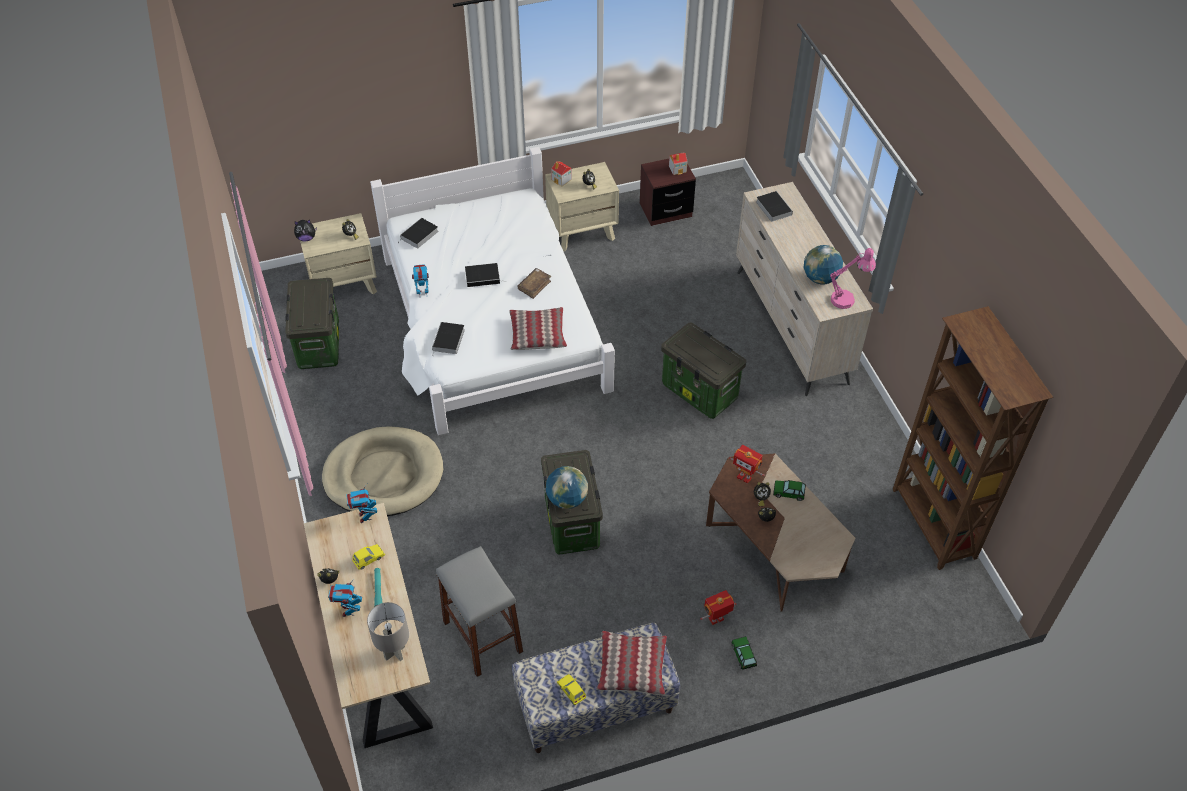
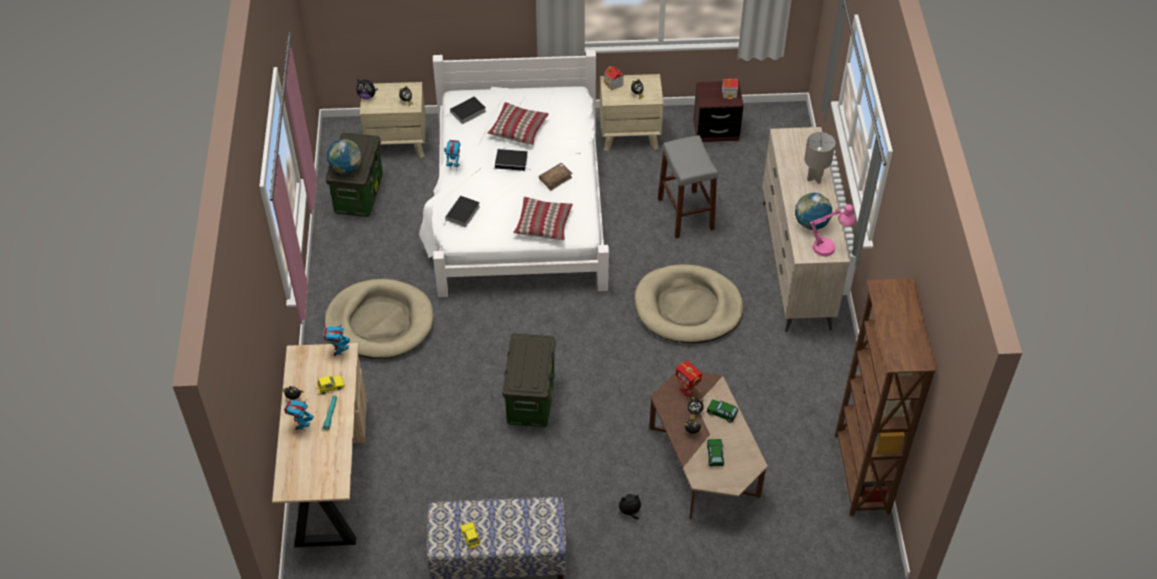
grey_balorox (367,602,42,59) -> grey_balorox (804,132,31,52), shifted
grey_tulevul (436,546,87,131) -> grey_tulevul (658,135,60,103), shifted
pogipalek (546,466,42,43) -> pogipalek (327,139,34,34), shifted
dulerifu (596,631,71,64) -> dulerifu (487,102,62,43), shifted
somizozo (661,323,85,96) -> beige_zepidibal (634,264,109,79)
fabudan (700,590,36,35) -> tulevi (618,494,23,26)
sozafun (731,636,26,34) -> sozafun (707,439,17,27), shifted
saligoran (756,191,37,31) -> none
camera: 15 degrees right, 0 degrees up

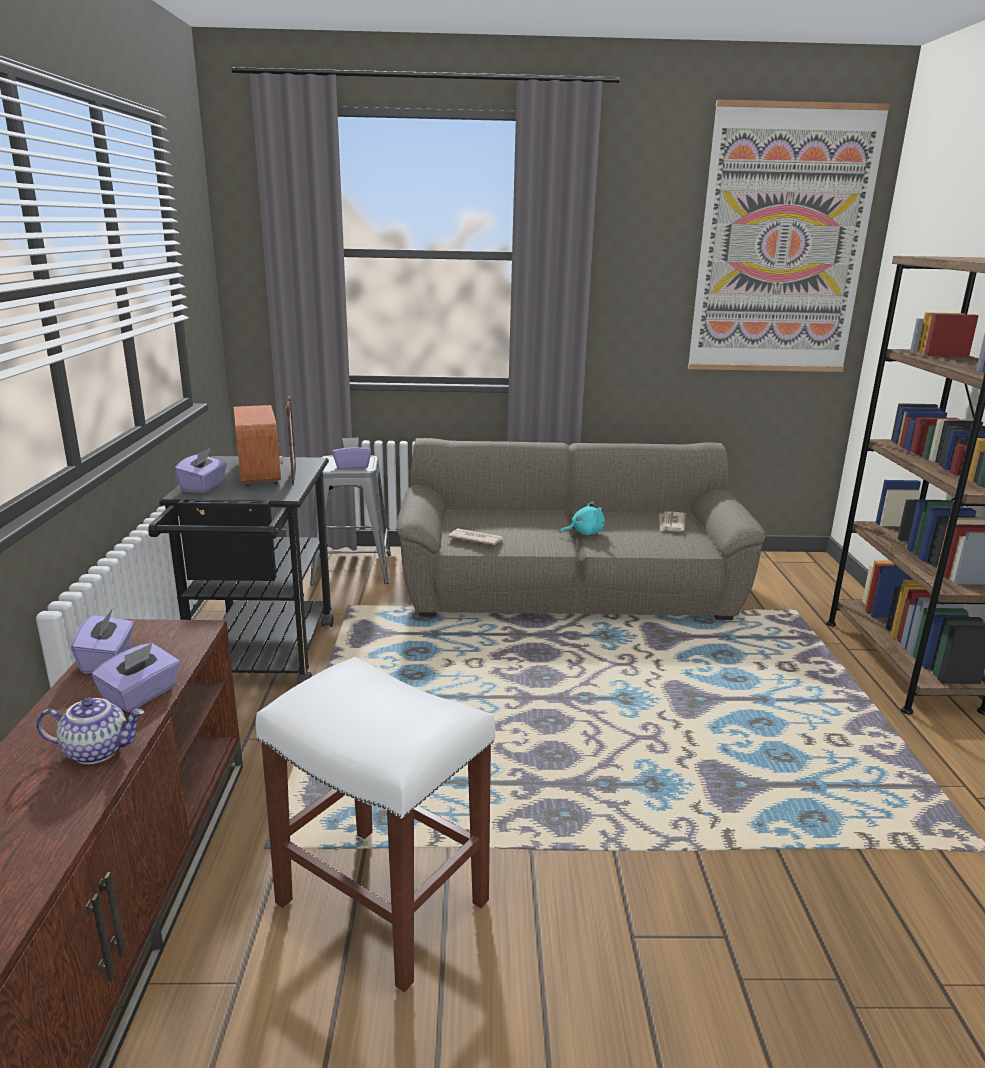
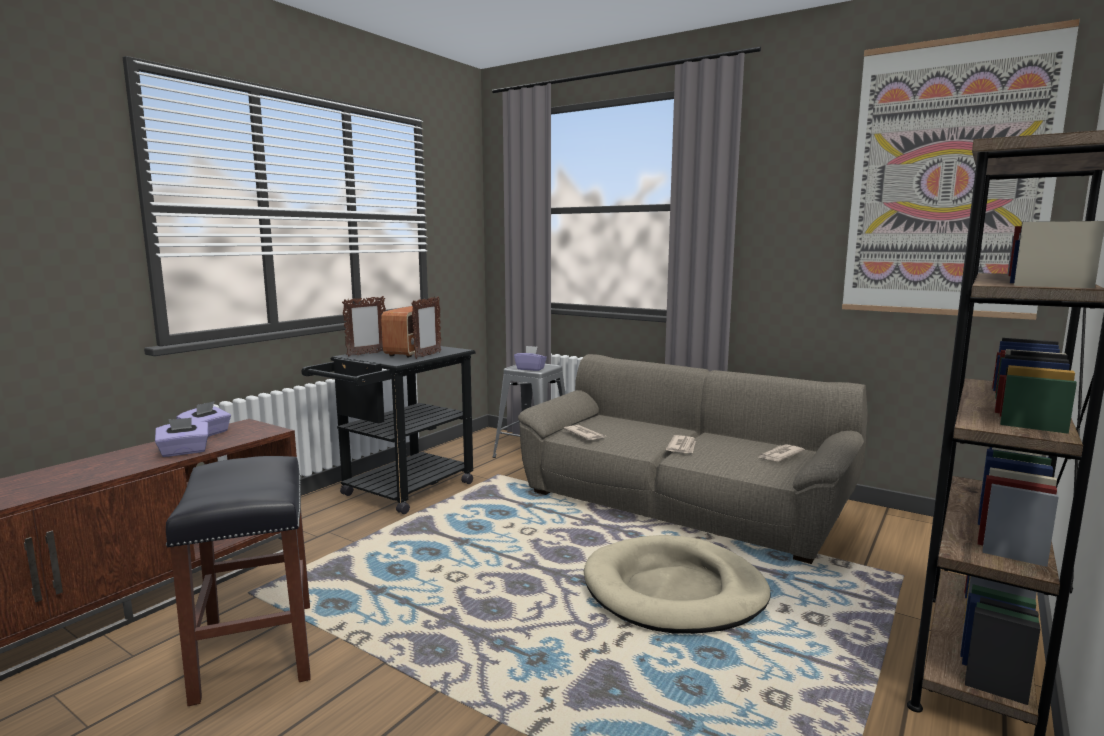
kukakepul (36,698,108,66) -> none
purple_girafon (174,448,53,45) -> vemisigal (342,296,44,60)
white_tulevul (256,657,239,335) -> black_tulevul (166,456,144,250)
turquoise_tulevi (559,501,46,34) -> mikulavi (666,435,30,18)
none -> beige_zepidibal (584,535,187,99)
camera: 35 degrees right, 10 degrees down

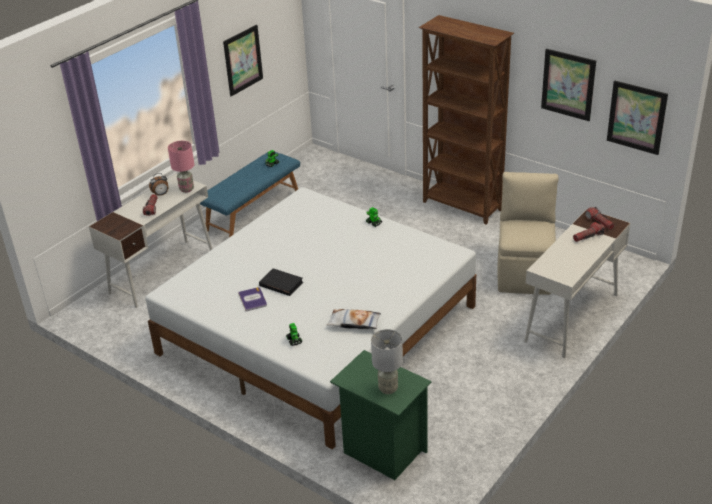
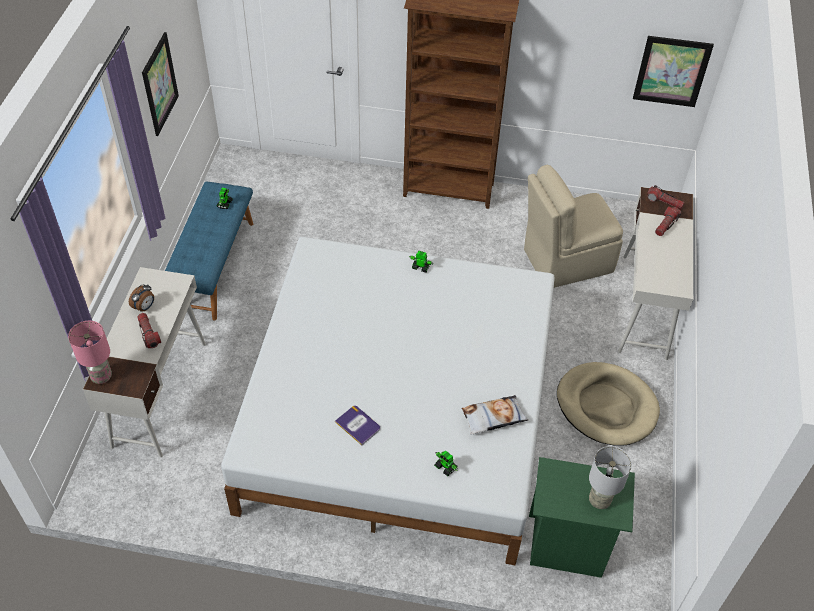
pink_balorox (168,141,26,52) -> pink_balorox (68,321,44,63), shifted
black_saligoran (259,268,44,28) -> none
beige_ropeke (498,172,61,123) -> beige_ropeke (524,165,99,123), 90 degrees counterclockwise
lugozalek (541,49,55,72) -> none
none -> beige_zepidibal (557,362,103,84)
camera: 30 degrees left, 15 degrees up

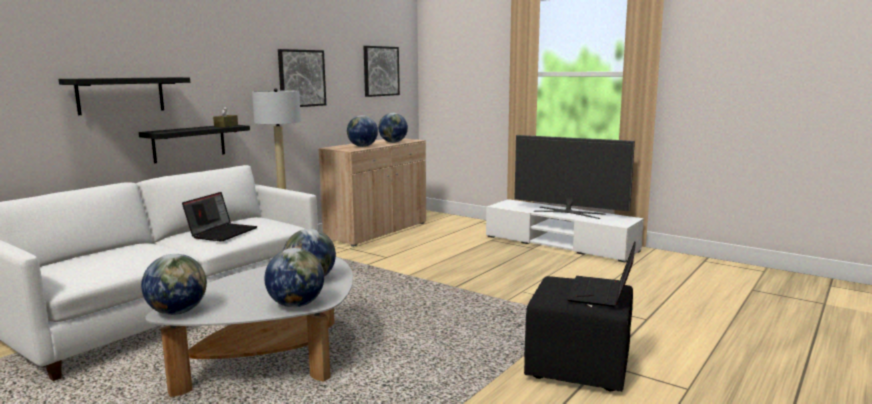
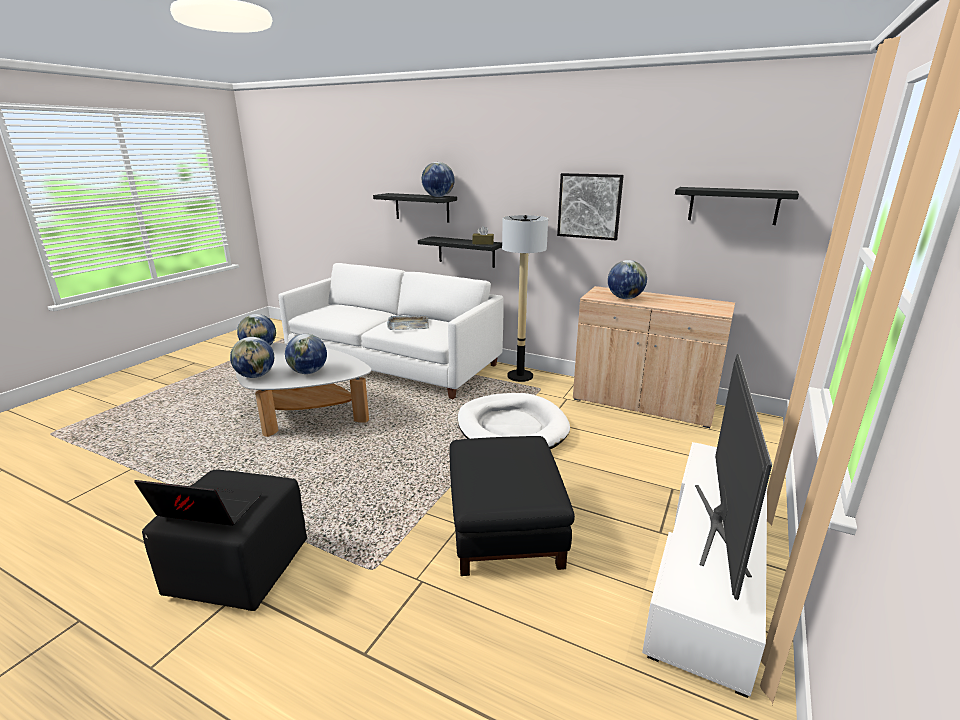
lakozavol (182,192,76,50) -> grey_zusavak (387,315,42,15)
lugozalek (364,46,36,51) -> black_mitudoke (675,187,124,38)
pogipalek (378,113,30,30) -> pogipalek (422,162,33,35), shifted
none -> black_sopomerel (449,436,126,140)
none -> white_zepidibal (458,393,112,56)
camera: 80 degrees right, 10 degrees up

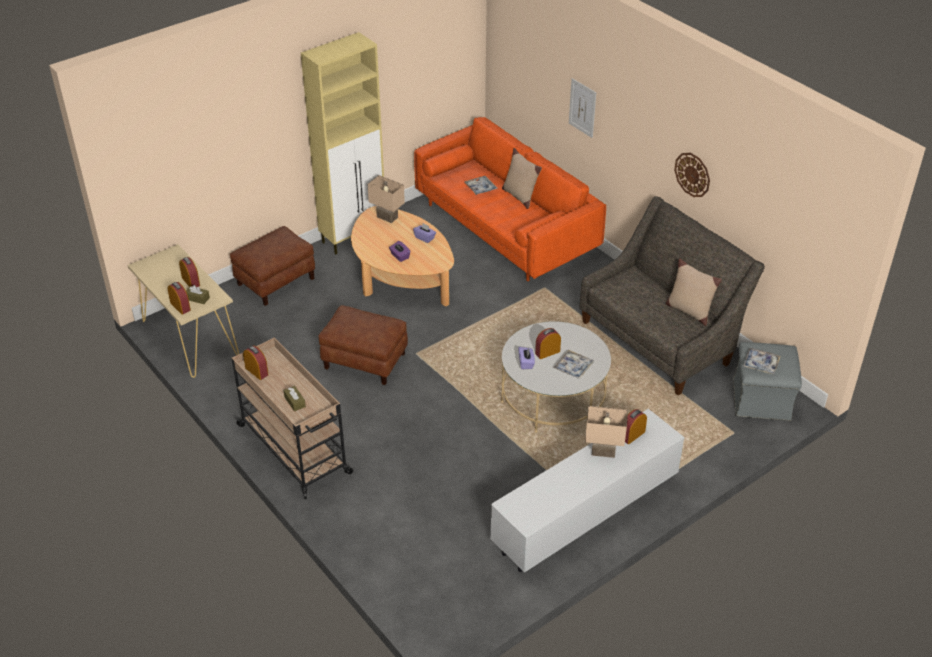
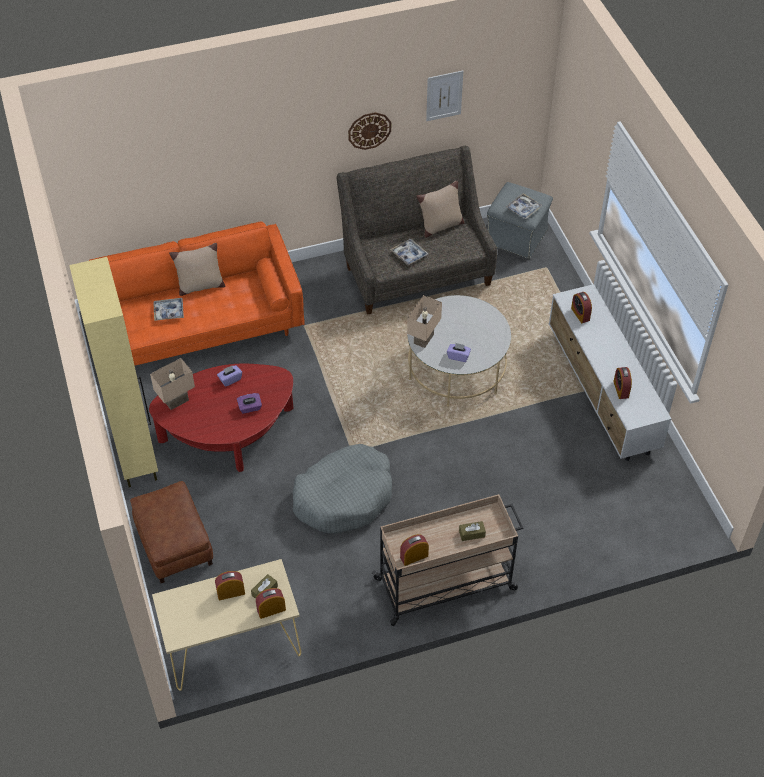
brown_sopomerel (319,305,89,80) -> grey_zepidibal (293,444,99,89)
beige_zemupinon (351,206,103,100) -> red_zemupinon (149,364,145,108)
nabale (535,328,26,31) -> nabale (613,367,19,32), shifted
zusavak (554,350,40,29) -> zusavak (390,239,38,27), shifted
lugozalek (569,78,27,60) -> lugozalek (426,71,37,50), shifted
beige_balorox (585,406,43,52) -> beige_balorox (407,295,35,53), shifted
camera: 70 degrees left, 10 degrees up

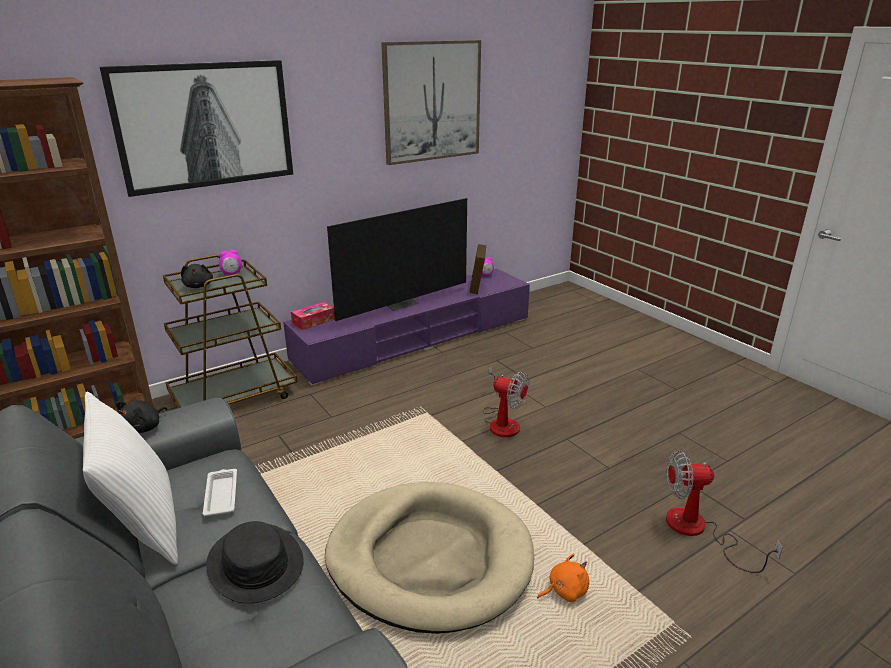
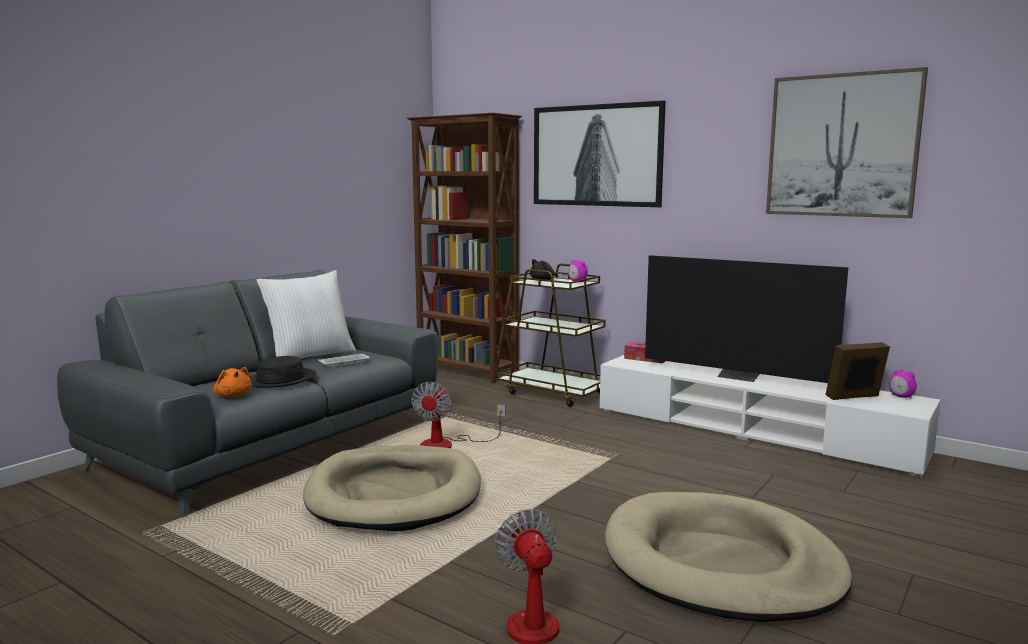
black_tulevi (116,400,51,33) -> none
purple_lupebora (283,268,247,117) -> white_lupebora (600,355,340,122)
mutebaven (483,366,47,71) -> mutebaven (411,382,94,66), shifted
orange_tulevi (537,553,52,49) -> orange_tulevi (213,367,39,30), shifted
none -> beige_zepidibal (605,492,248,130)
camera: 70 degrees right, 15 degrees down

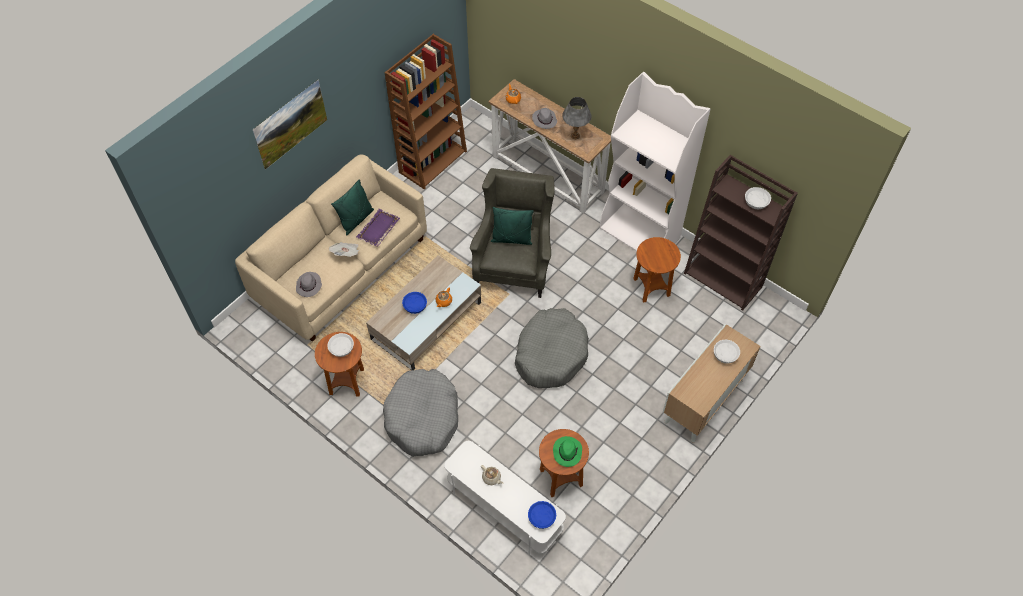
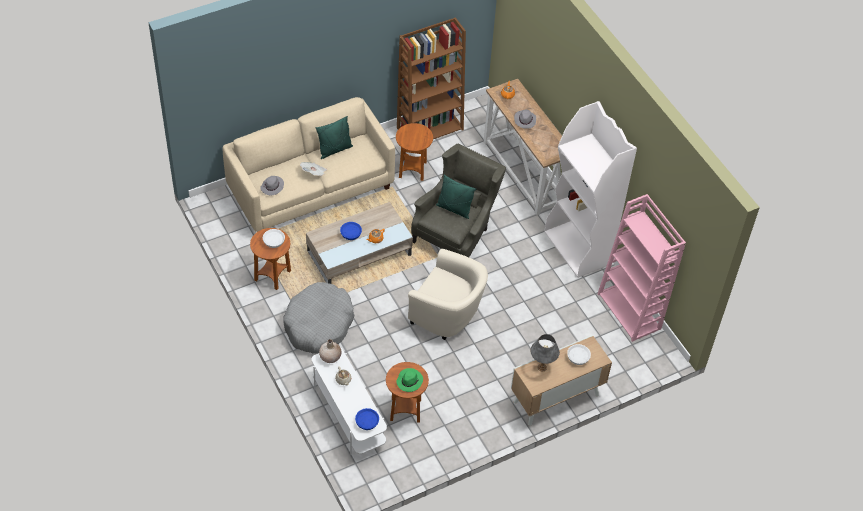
lugozalek (253,80,74,89) -> none
purple_zusavak (356,209,44,38) -> none
grey_zepidibal (515,308,74,80) -> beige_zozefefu (408,248,80,92)
grey_balorox (562,97,30,42) -> grey_balorox (530,334,30,38), shifted
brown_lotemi (633,237,48,66) -> brown_lotemi (396,123,37,58), shifted
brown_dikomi (684,155,114,156) -> pink_dikomi (598,194,88,148)
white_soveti (745,187,26,22) -> none
none -> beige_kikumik (319,339,22,24)
camera: 20 degrees right, 5 degrees down

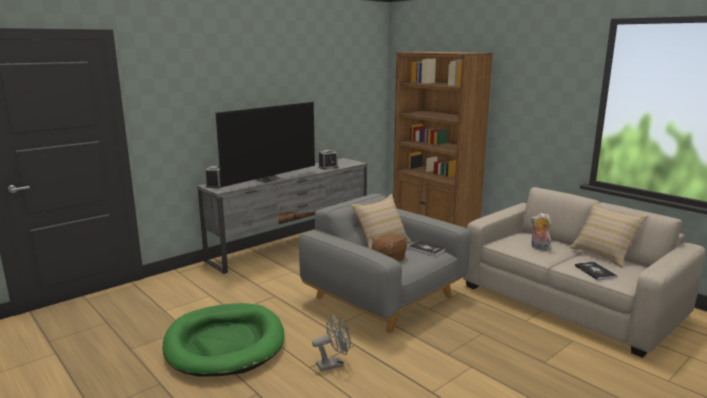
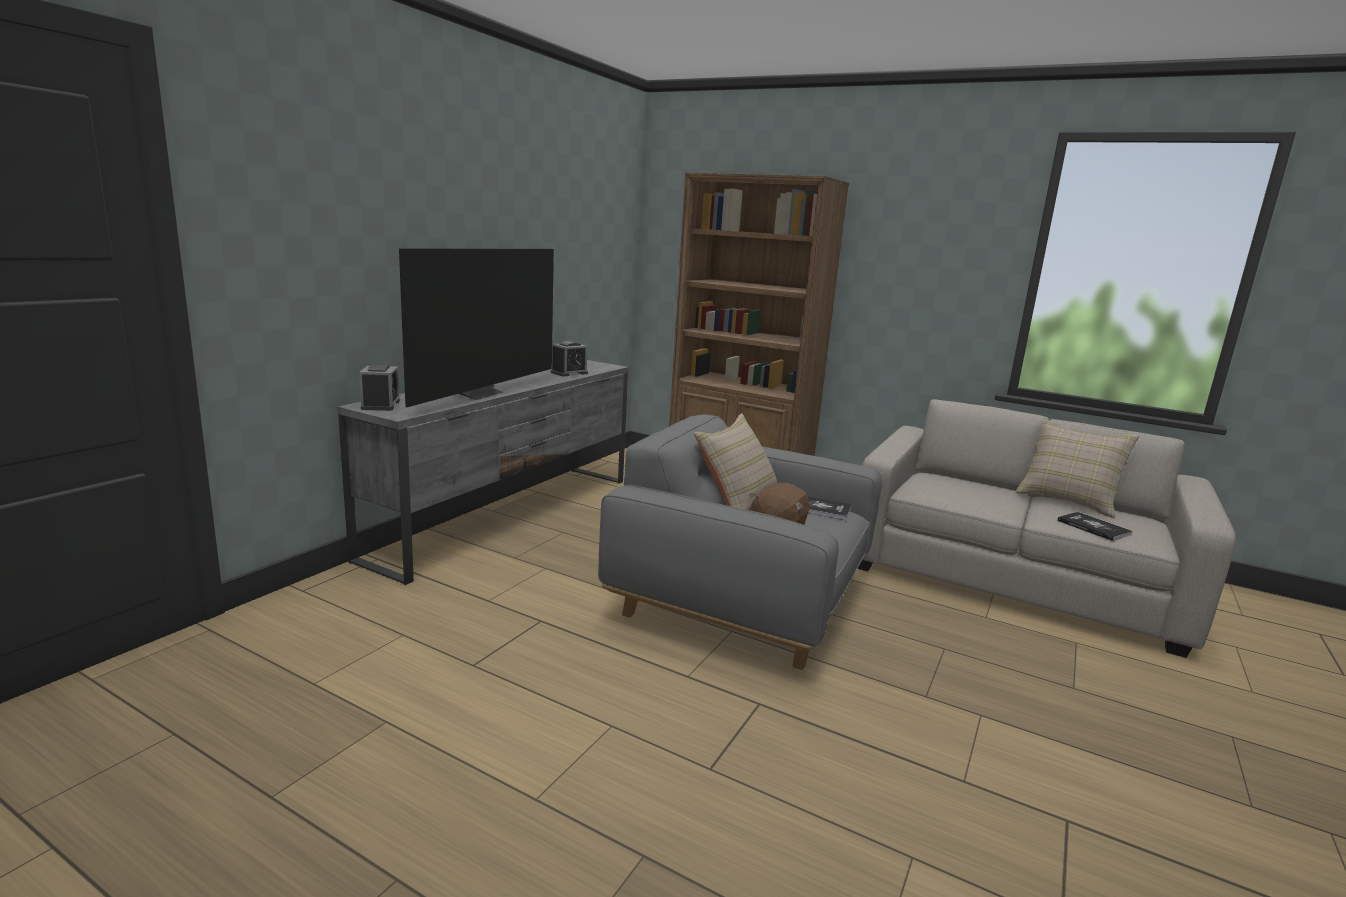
green_zepidibal (163,303,122,74) -> none
grey_mutebaven (312,314,39,57) -> none
tulevi (531,213,21,38) -> none
camera: 20 degrees left, 0 degrees up

